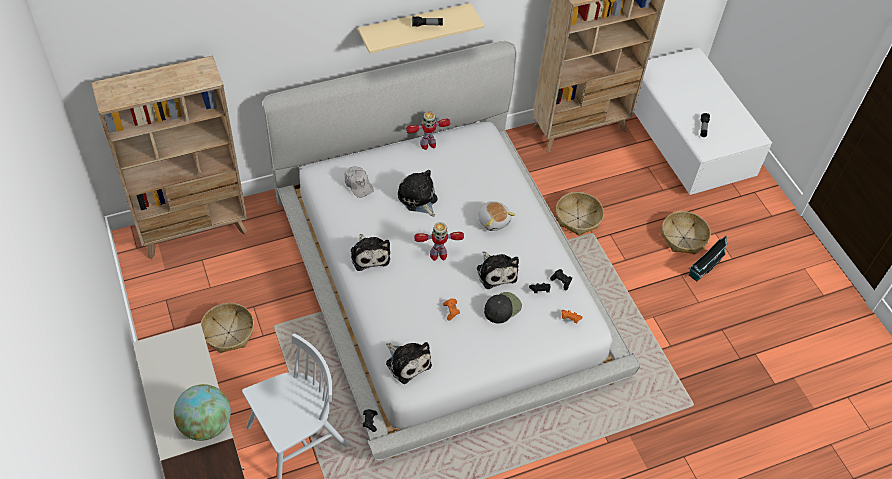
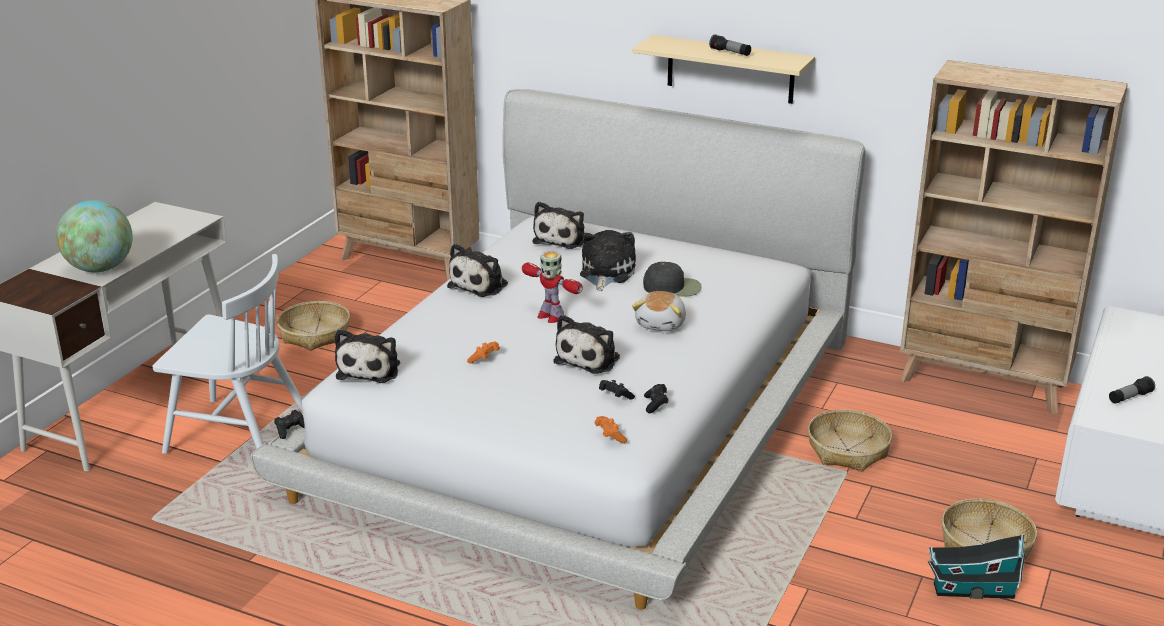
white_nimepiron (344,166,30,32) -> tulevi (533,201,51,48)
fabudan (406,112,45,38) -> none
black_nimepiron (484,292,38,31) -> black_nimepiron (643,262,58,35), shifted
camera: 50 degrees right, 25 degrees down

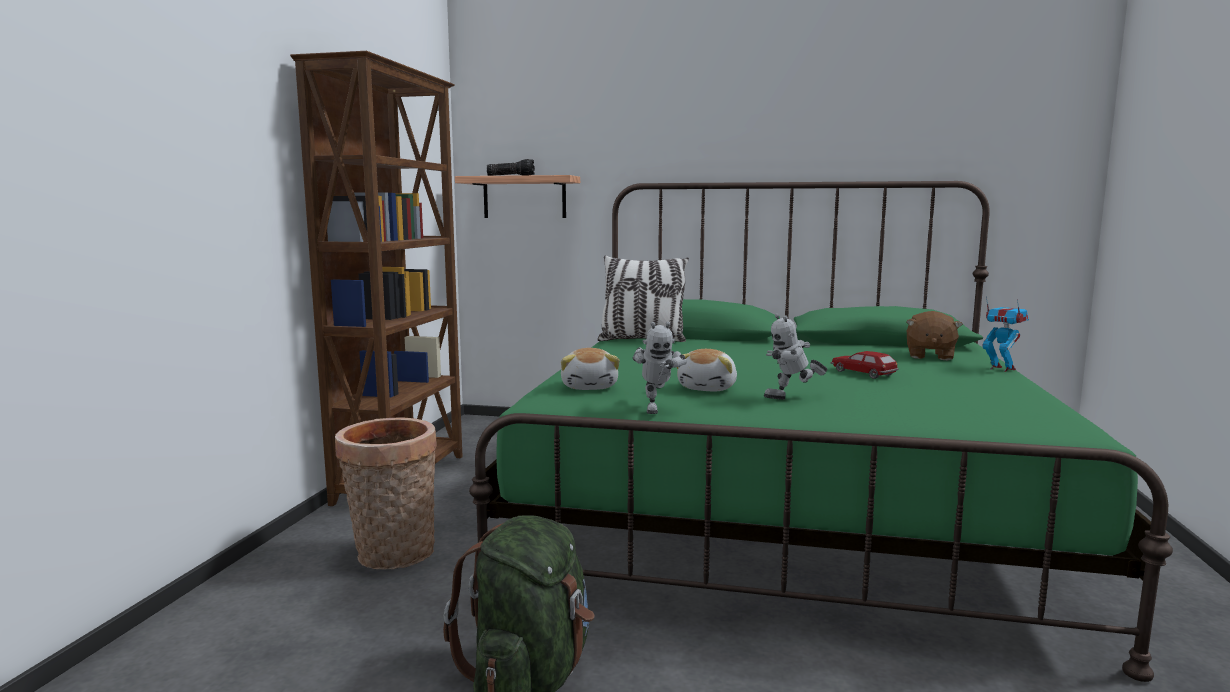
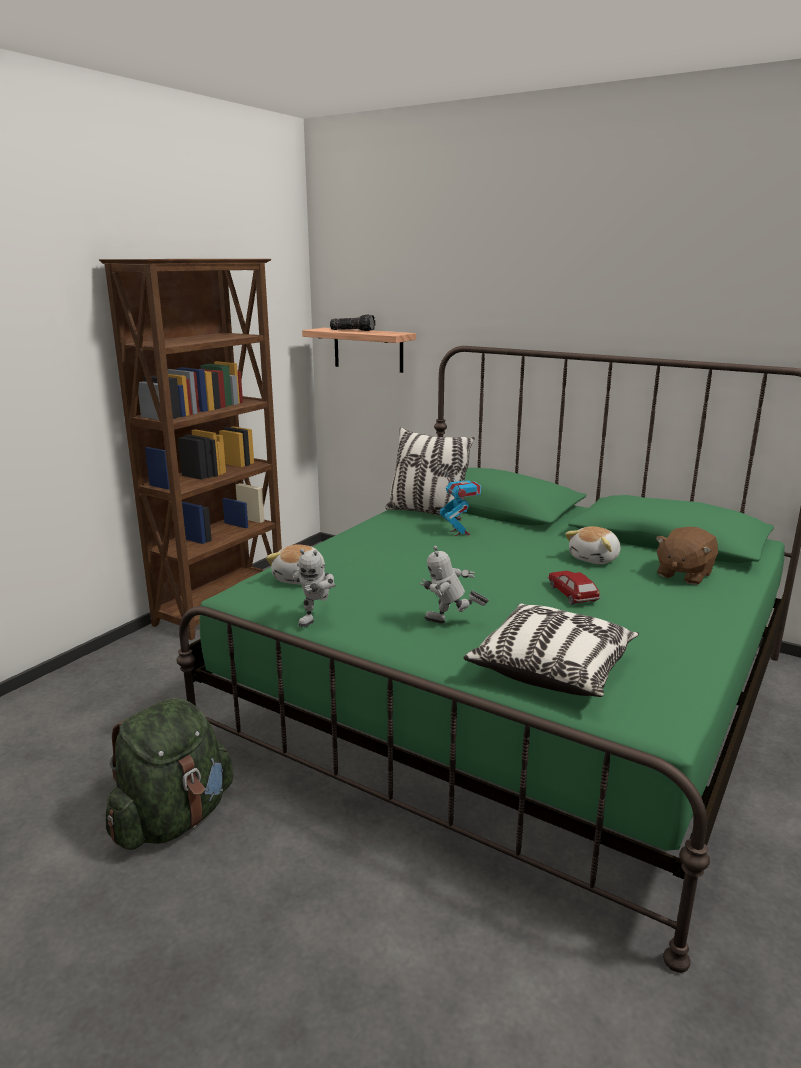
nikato (335,417,102,152) -> none
tulevi (676,349,61,42) -> tulevi (565,526,55,38), shifted
fabudan (982,296,47,76) -> fabudan (439,472,42,64), shifted
none -> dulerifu (463,603,176,94)
camera: 20 degrees right, 10 degrees up

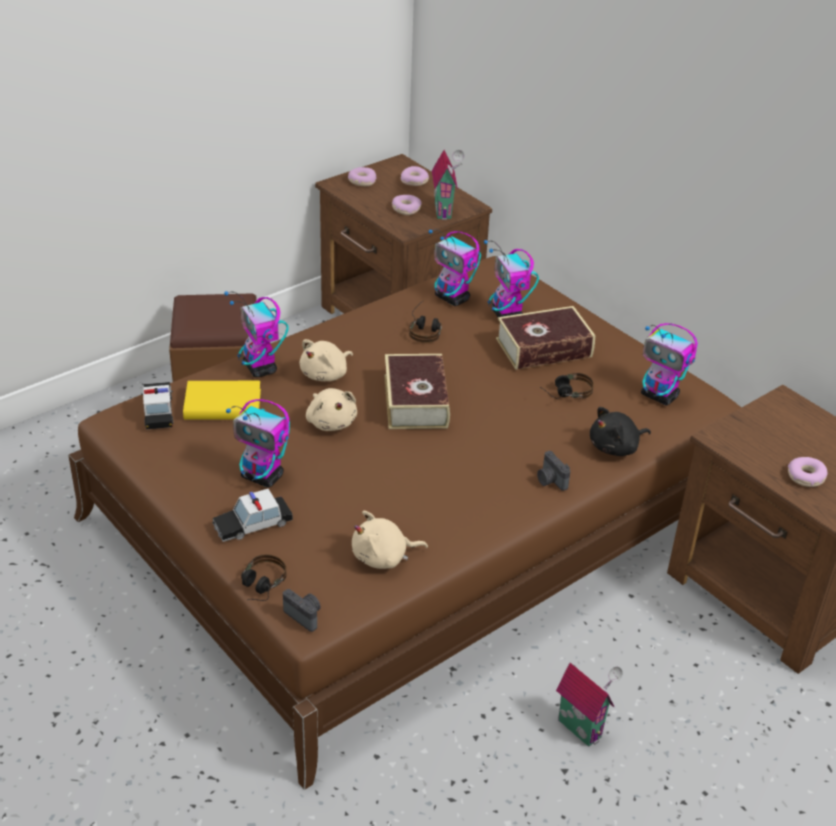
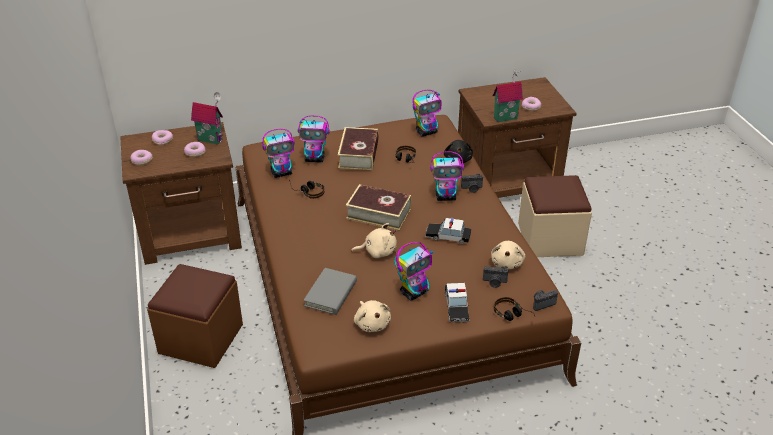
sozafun (141,382,32,47) -> sozafun (425,218,46,26), shifted
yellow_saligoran (183,381,78,39) -> grey_saligoran (303,268,54,47)
fabudan (224,291,65,86) -> fabudan (430,151,34,50), shifted
beige_tulevi (300,339,53,42) -> beige_tulevi (354,300,37,32), shifted
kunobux (556,663,67,84) -> kunobux (493,69,30,53), shifted
none -> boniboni (483,266,25,22)
none -> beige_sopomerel (518,175,74,82)
camera: 65 degrees left, 0 degrees up

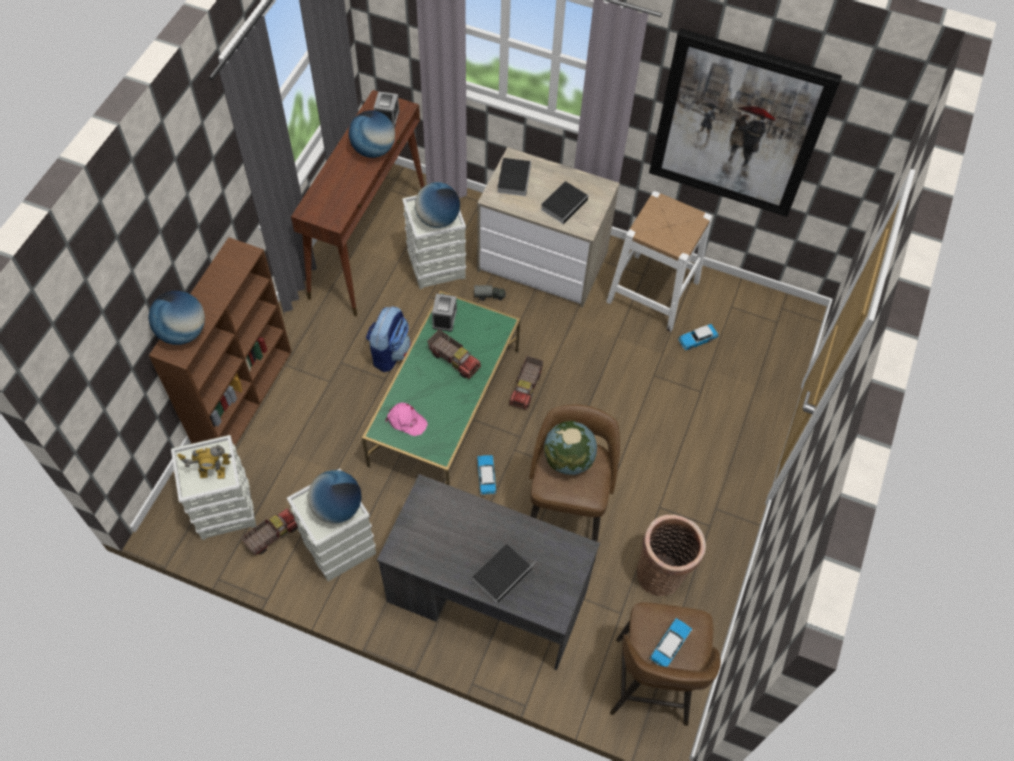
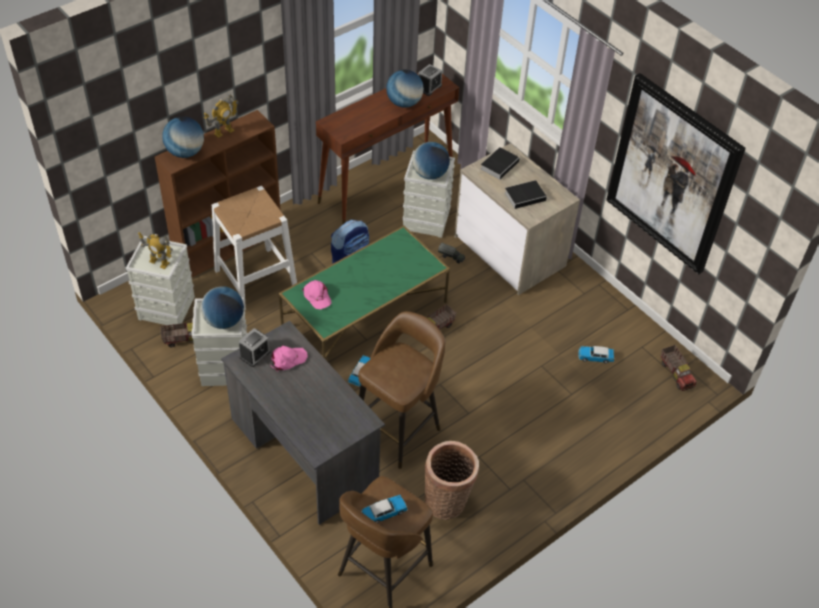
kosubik (427,329,54,50) -> kosubik (661,345,36,46), shifted
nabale (432,294,25,38) -> nabale (239,328,32,39), shifted
saligoran (473,544,63,59) -> none
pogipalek (544,421,53,54) -> none
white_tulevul (606,191,106,141) -> white_tulevul (211,186,86,125), shifted
none -> fabudan (204,93,35,45)
none -> pink_nimepiron (271,346,37,26)
camera: 30 degrees right, 10 degrees down

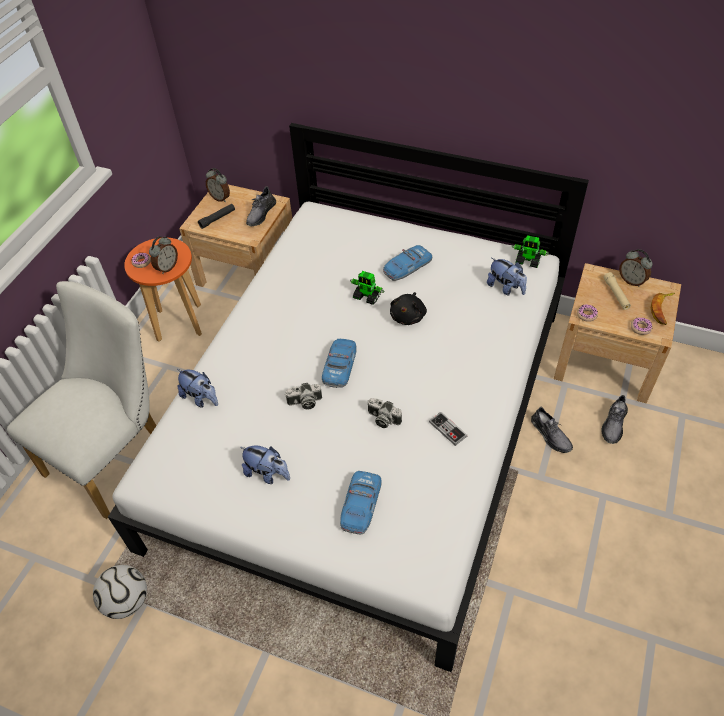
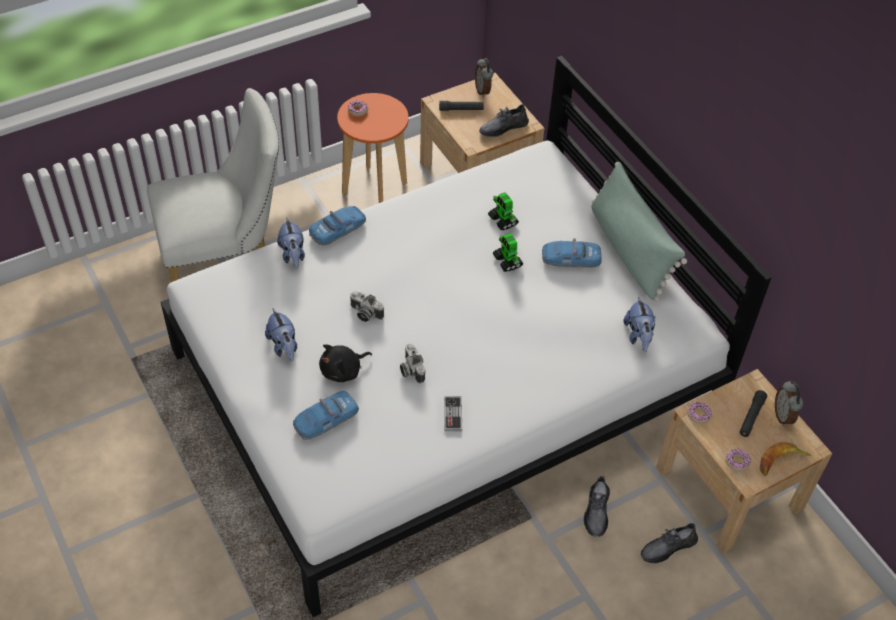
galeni (93,565,54,54) -> none
nabale (149,236,29,38) -> none
sozafun (322,339,35,49) -> sozafun (309,206,57,39), shifted
black_tulevi (390,292,37,33) -> black_tulevi (319,344,53,38), shifted
fabudan (512,235,37,33) -> fabudan (488,192,31,38), shifted
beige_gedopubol (603,272,28,38) -> black_gedopubol (739,390,28,47)
none -> green_dulerifu (591,162,96,140)
camera: 35 degrees right, 0 degrees up

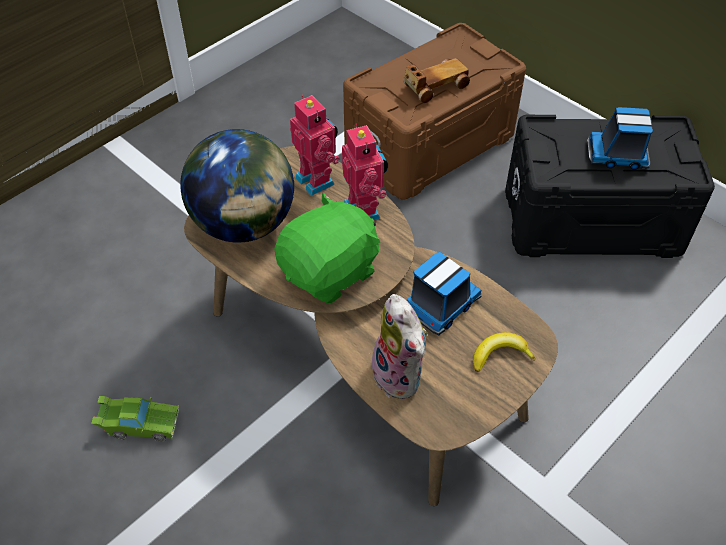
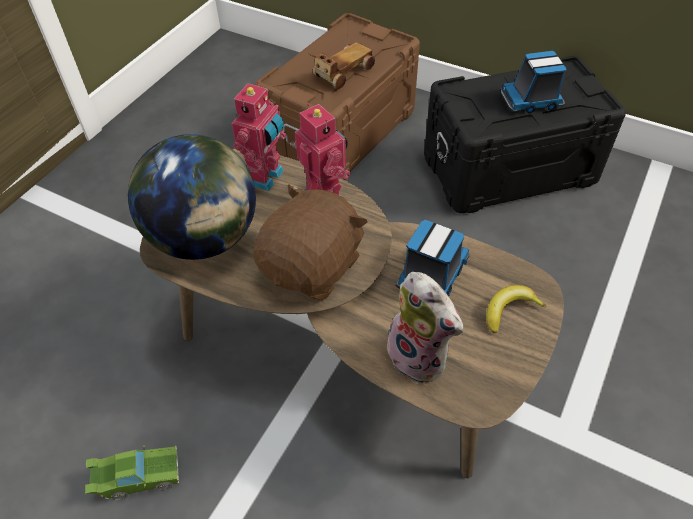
green_tulevi (274,193,106,110) -> brown_tulevi (253,184,115,116)
fabudan (290,95,50,101) -> fabudan (232,81,54,110), 75 degrees clockwise
camera: 15 degrees left, 0 degrees up

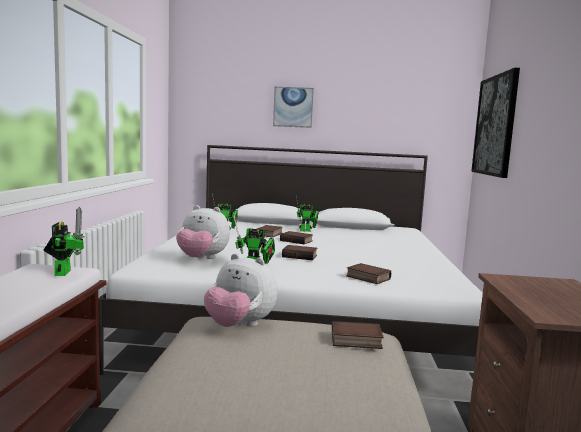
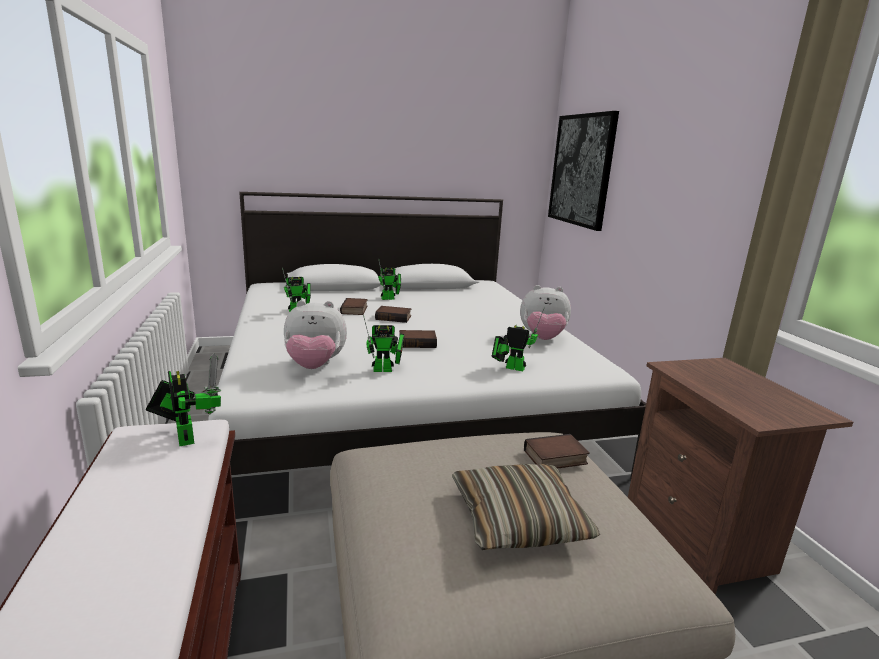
tulevi (204,253,74,74) -> tulevi (520,285,51,55), shifted
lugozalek (273,87,41,41) -> none
saligoran (346,263,45,21) -> fabudan (492,307,53,64)
none -> dulerifu (452,464,148,86)
camera: 20 degrees left, 10 degrees up

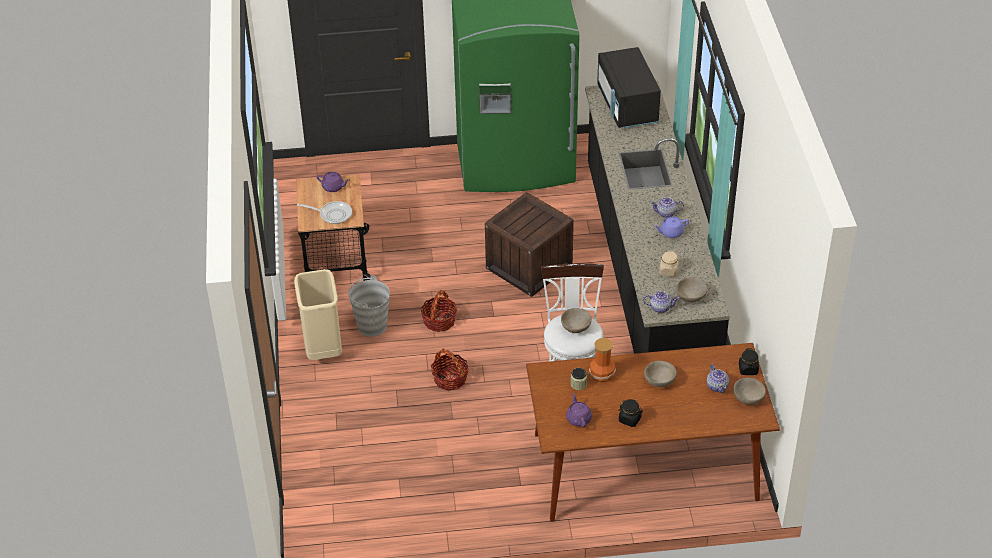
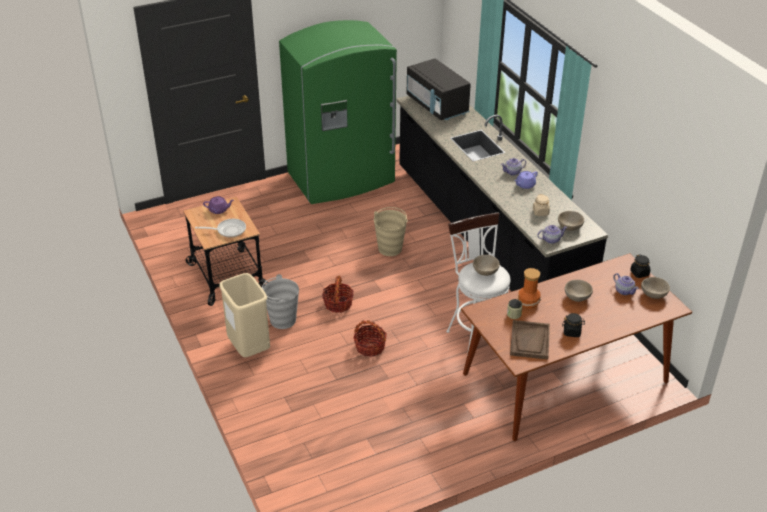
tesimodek (485,192,89,105) -> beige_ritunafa (374,207,34,49)
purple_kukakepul (566,393,26,34) -> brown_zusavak (510,320,40,40)
camera: 20 degrees left, 5 degrees down

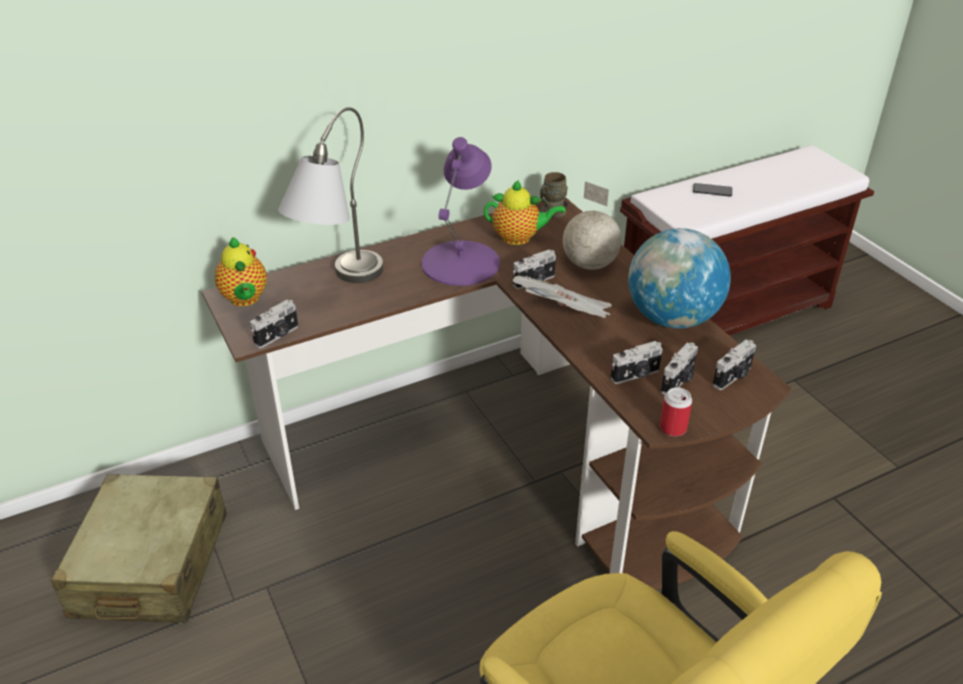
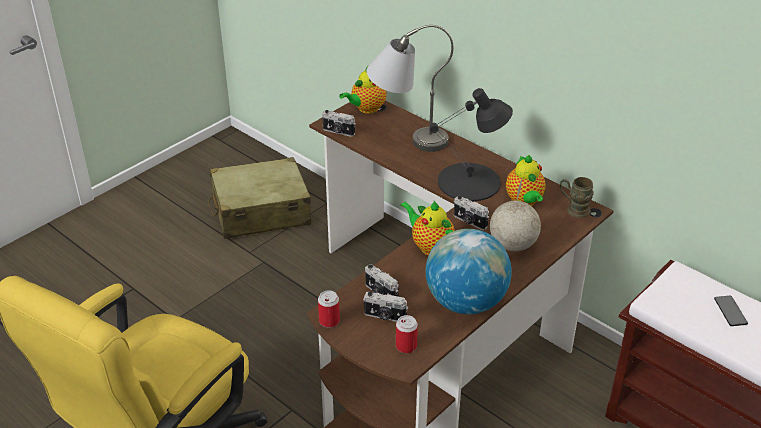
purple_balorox (421,137,79,149) -> black_balorox (430,88,83,113)
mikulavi (513,276,99,42) -> kukakepul (401,201,54,54)
boniboni (712,340,44,50) -> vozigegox (396,315,22,38)
camera: 70 degrees right, 0 degrees up

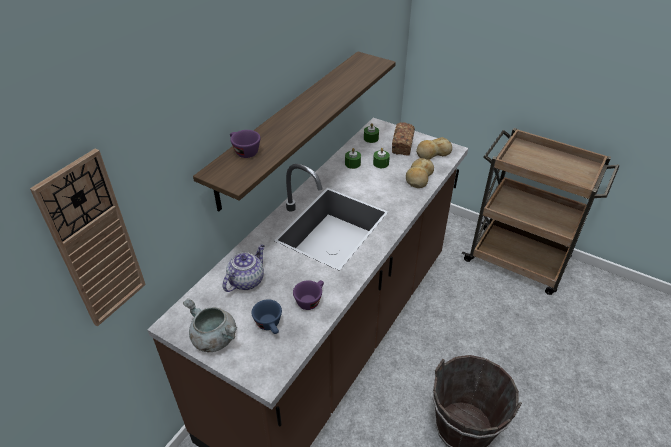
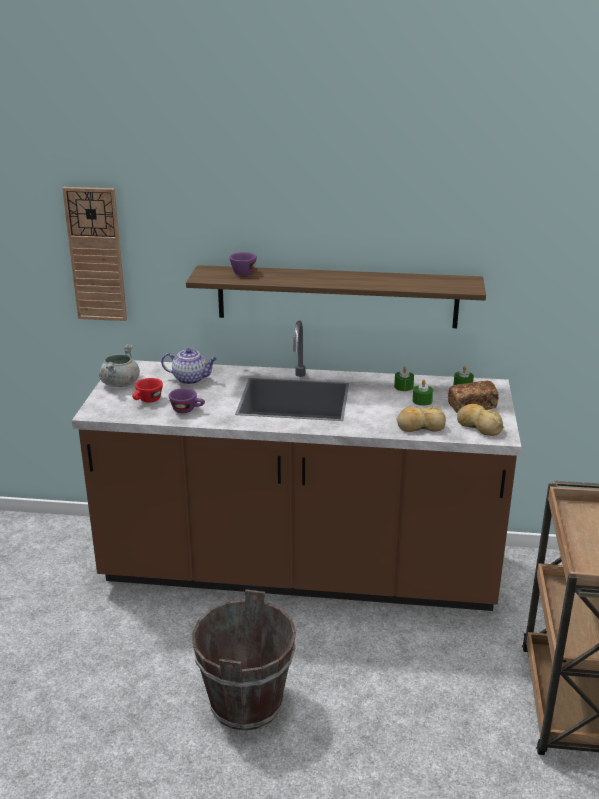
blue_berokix (251,299,31,35) -> red_berokix (132,378,31,25)
camera: 65 degrees right, 15 degrees down

